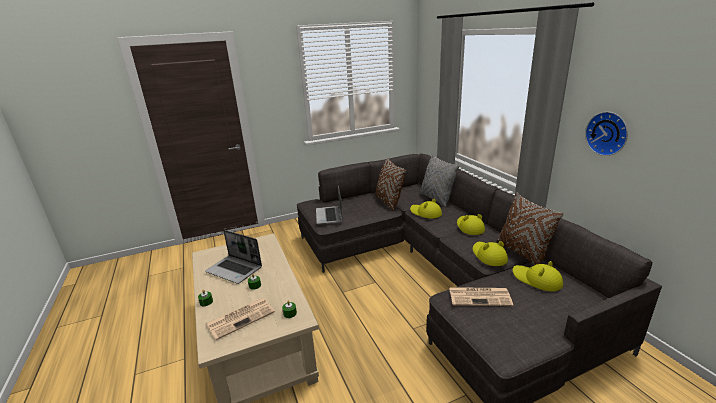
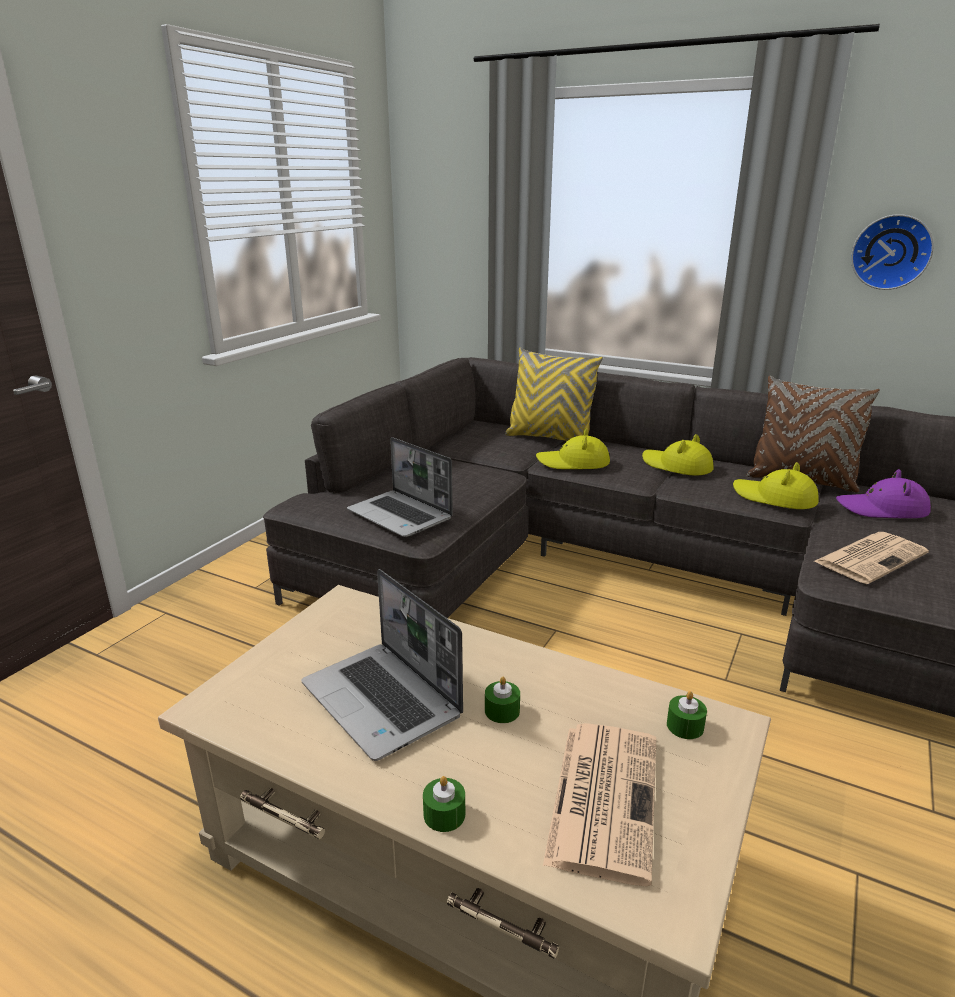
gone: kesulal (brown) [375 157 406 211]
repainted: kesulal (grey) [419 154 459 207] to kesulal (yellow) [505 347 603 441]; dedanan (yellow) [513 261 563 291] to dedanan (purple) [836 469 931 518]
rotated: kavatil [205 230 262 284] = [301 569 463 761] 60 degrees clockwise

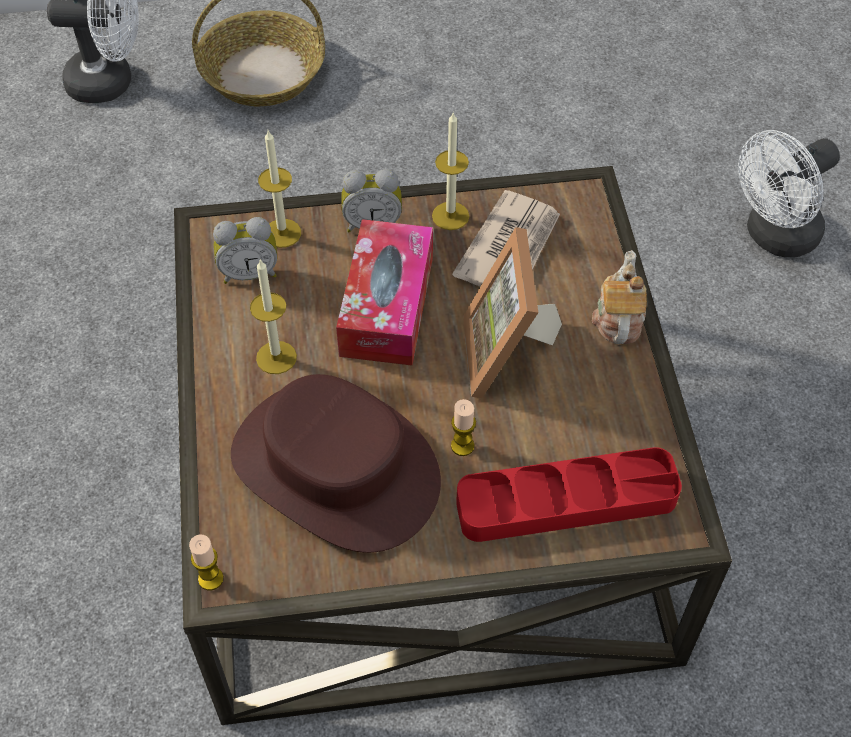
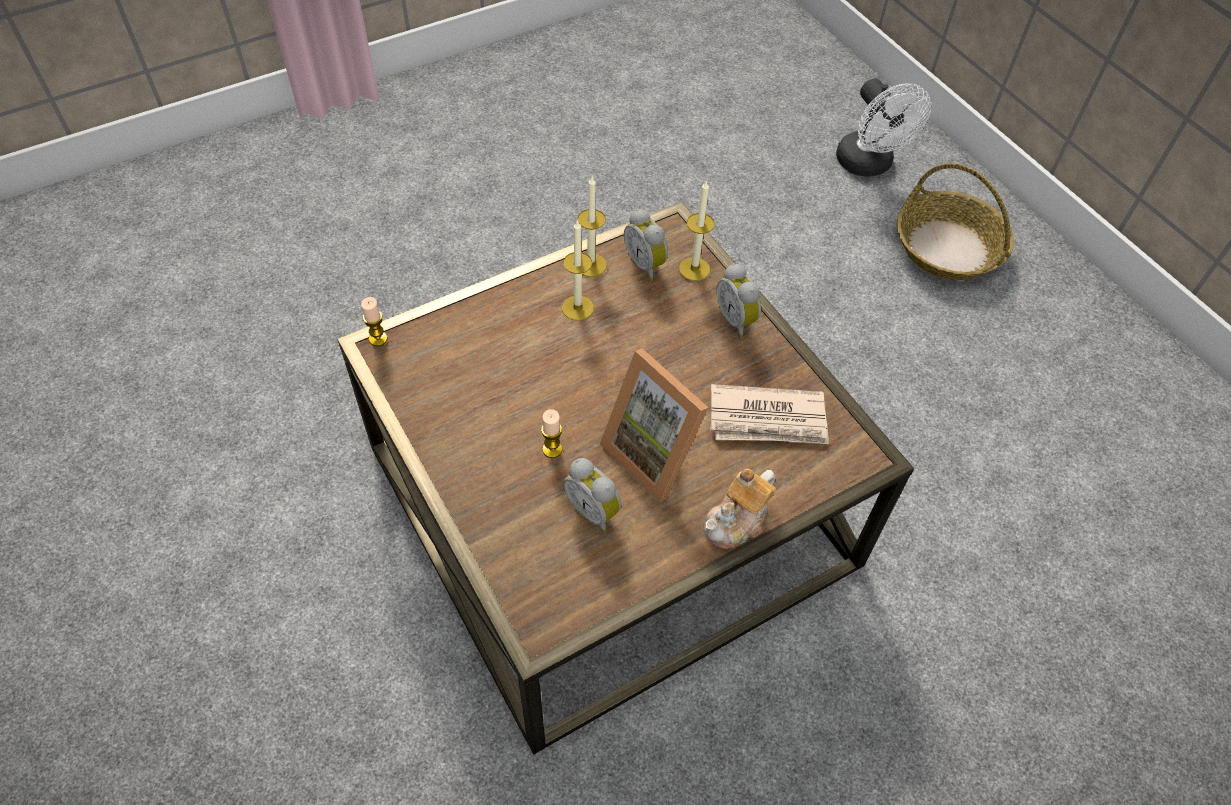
gone: dedanan (brown) [231 374 441 553]; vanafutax [336 219 433 366]; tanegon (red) [456 447 682 542]; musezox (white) [738 130 840 257]
new: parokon [563 458 621 532]
shifted: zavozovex [432 113 469 230] to [578 177 607 277]
rotated: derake [463 227 562 398] = [600 348 708 503] 105 degrees counterclockwise; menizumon [592 250 647 344] = [703 468 776 549] 150 degrees clockwise

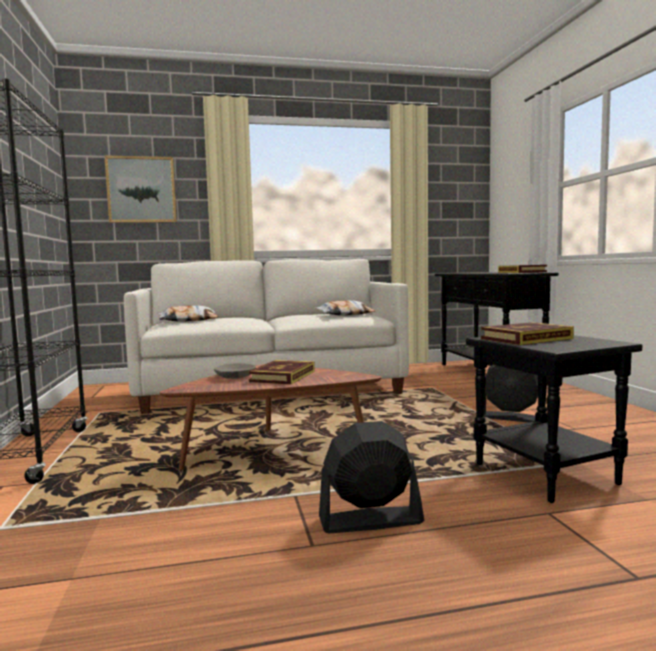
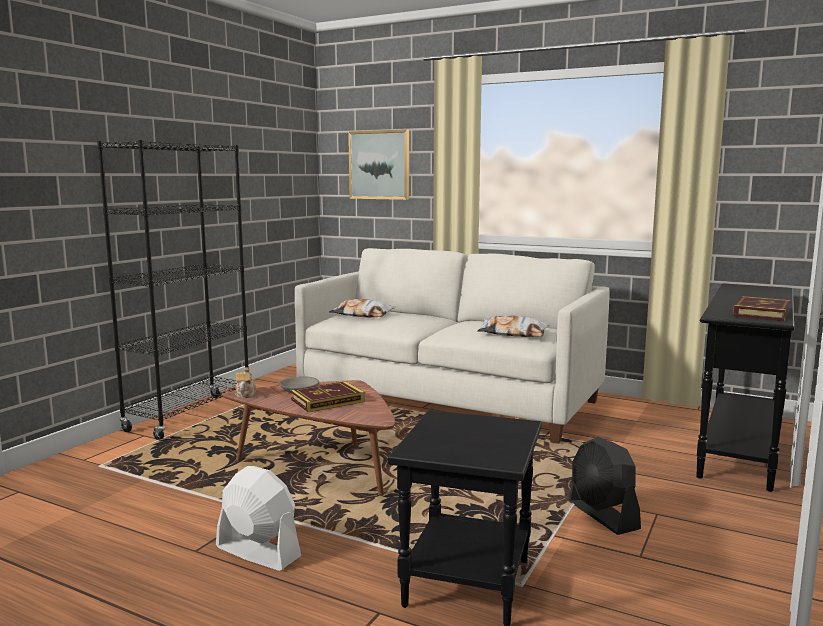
gone: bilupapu [481 322 574 345]
new: menizumon [235 367 256 398]
repainted: musezox (black) [319 421 424 533] to musezox (white) [216 466 302 571]

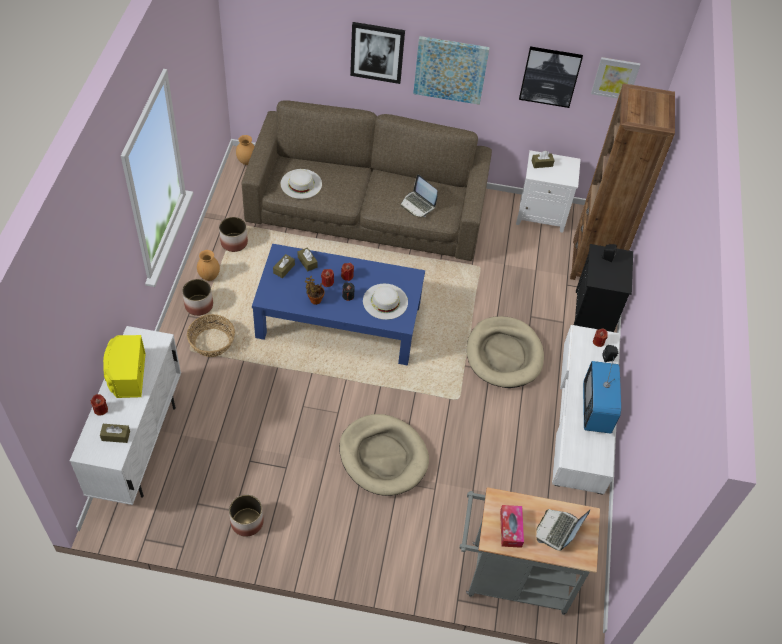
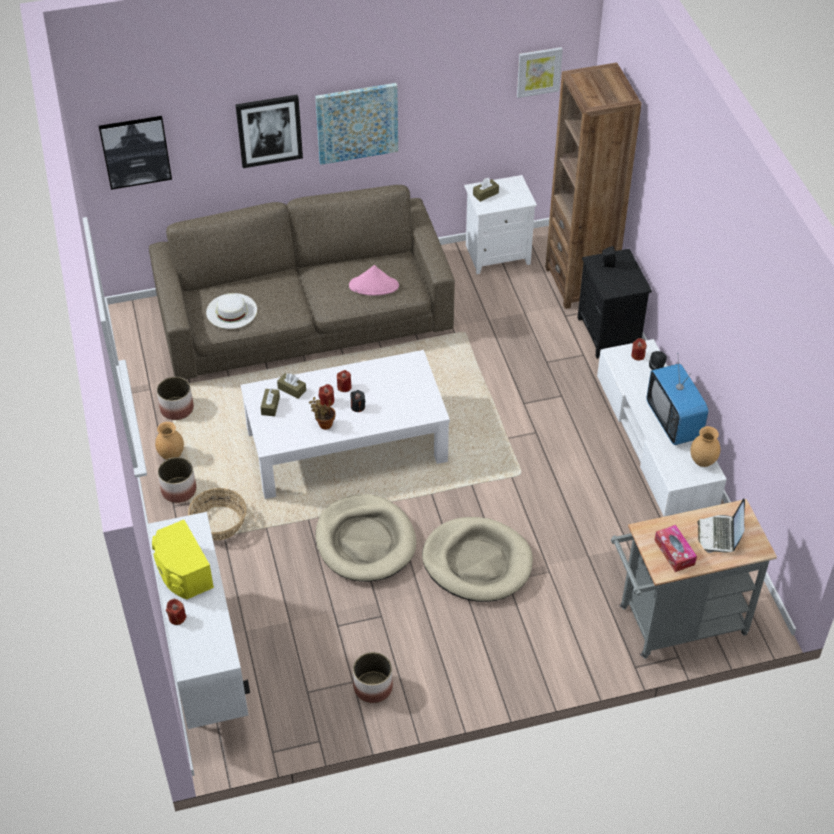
gone: vanafutax (brown) [100 424 130 443]; dedanan (white) [363 284 408 320]
shifted: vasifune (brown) [236 135 255 165] to [690 426 720 467]; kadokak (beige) [467 316 544 388] to [315 494 416 582]; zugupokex [519 46 583 108] to [99 116 172 190]
swapped: kavatil [400 174 438 217] to dedanan (pink) [349 265 399 296]
repainted: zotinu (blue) [252 244 425 366] to zotinu (white) [240 350 450 499]

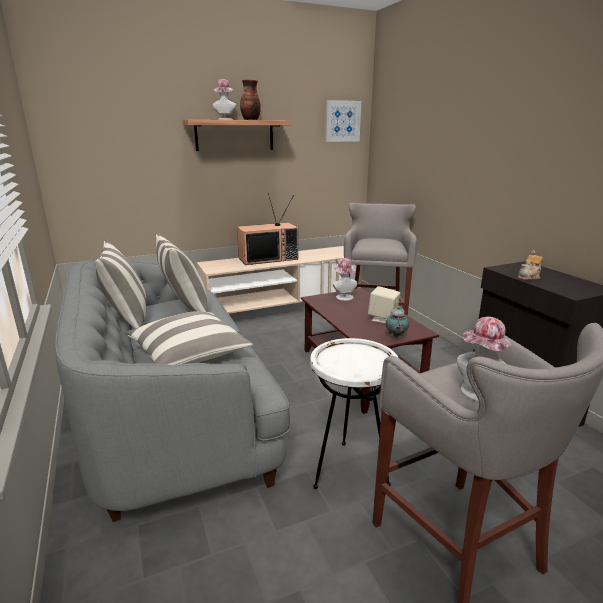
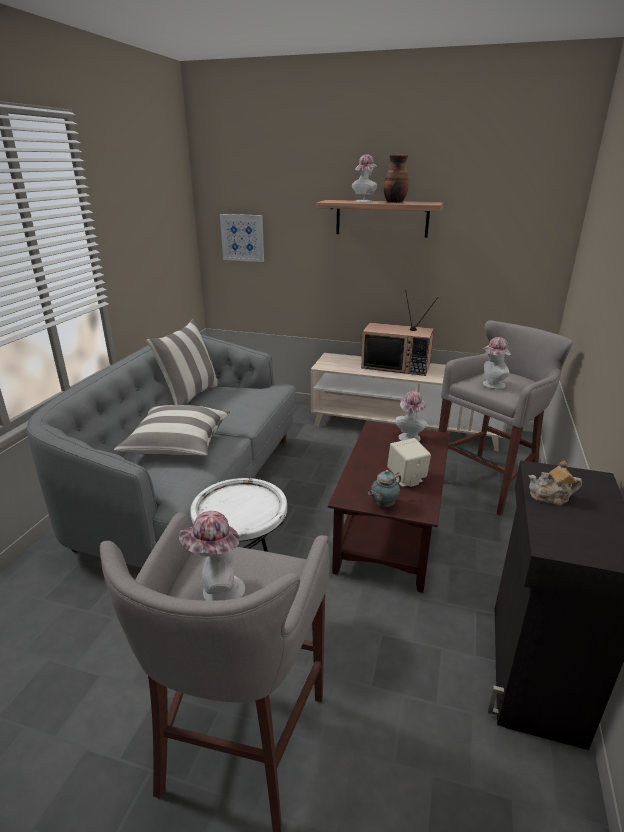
gone: kesulal [155 232 208 312]
new: dedanan [482 337 511 389]
shifted: zugupokex [325 100 361 142] to [220 214 264 262]

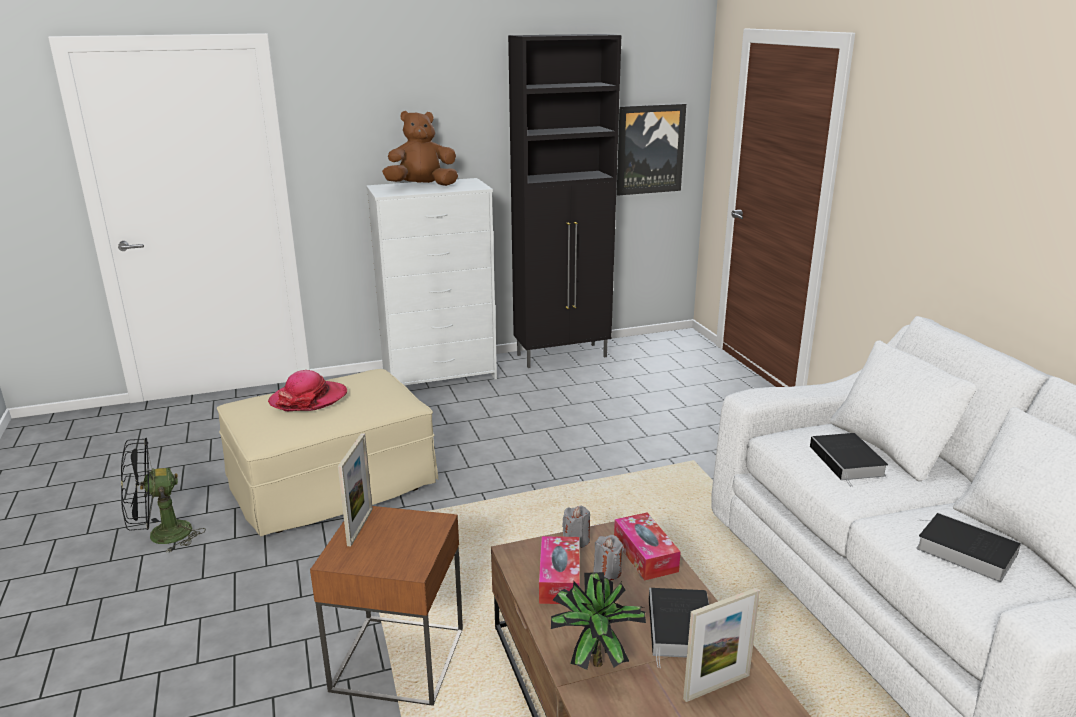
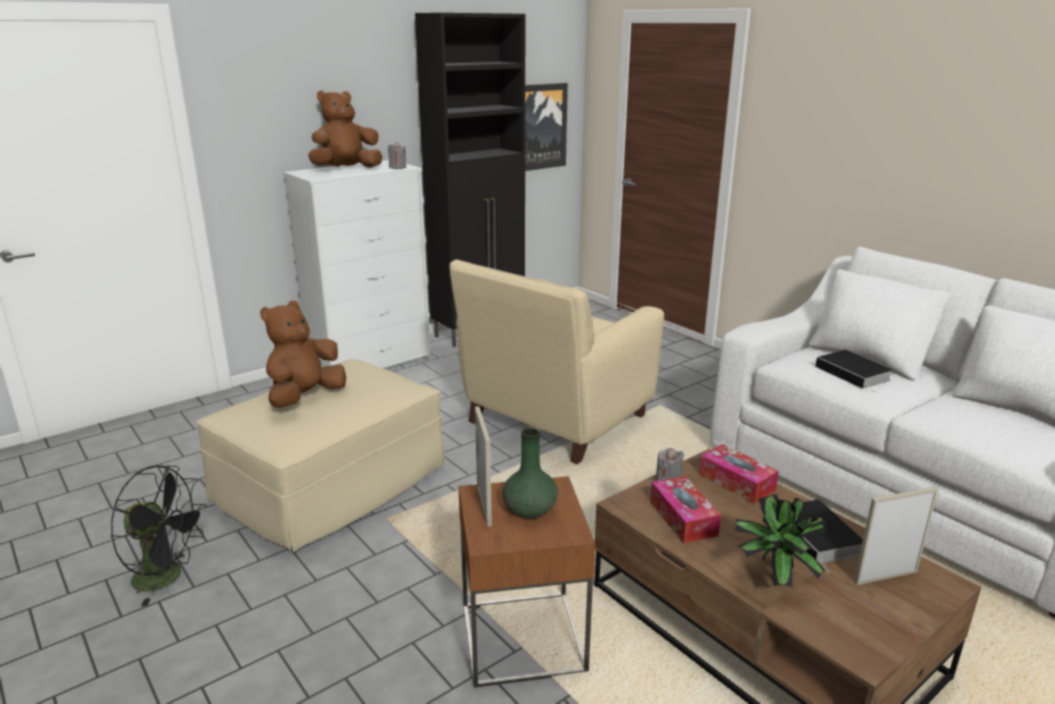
gone: bilupapu [916 513 1021 582]
new: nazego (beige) [450 259 664 464]; vasifune (green) [502 428 558 519]
shifted: zavozovex (grey) [593 535 624 580] to [388 142 406 169]
swapped: dedanan [268 370 347 411] to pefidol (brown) [260 301 346 408]
rotated: musezox (black) [121 438 206 553] = [111 465 207 607] 120 degrees counterclockwise; derake [683 588 760 702] = [854 487 938 585] 150 degrees counterclockwise

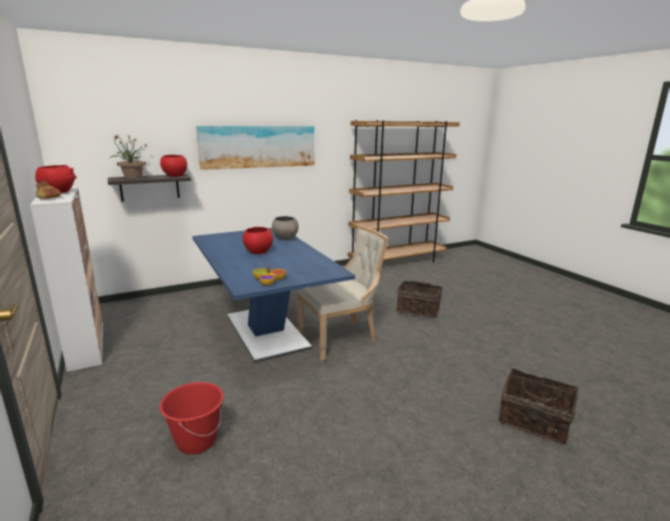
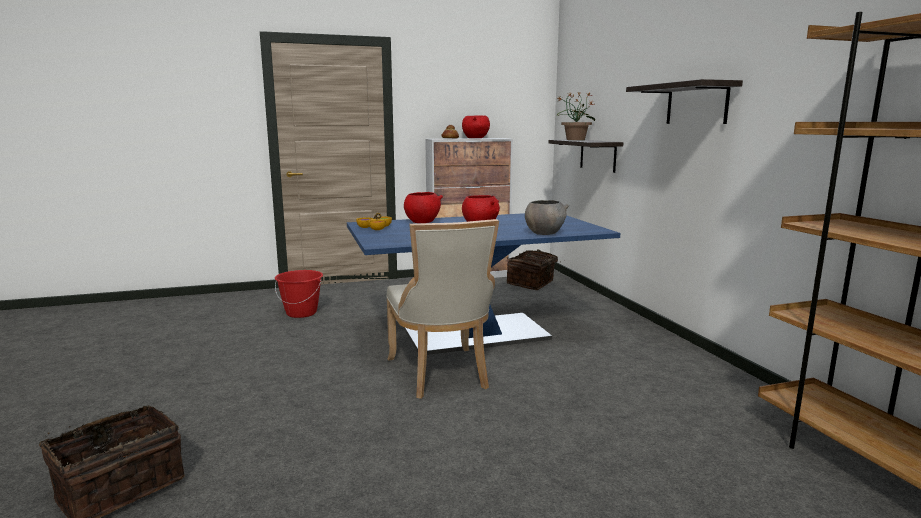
shifted: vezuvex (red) [160 155 187 177] to [404 192 443 223]; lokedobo [396 280 442 318] to [507 249 565 290]
swapped: zugupokex [196 126 314 170] to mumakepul [626 79 743 124]

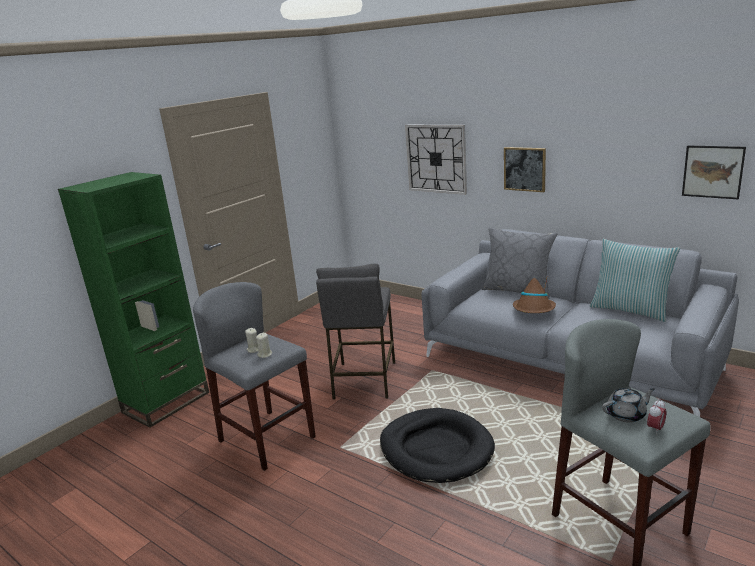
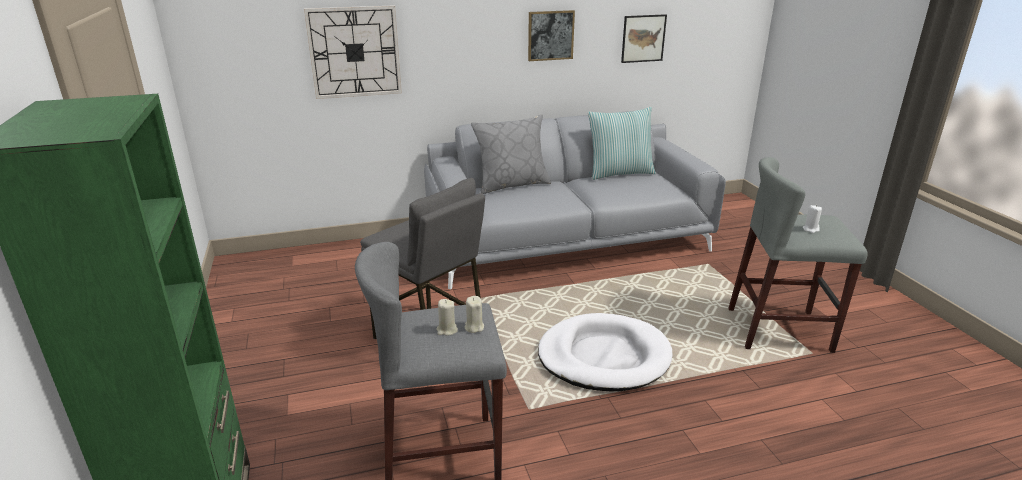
gone: dedanan (brown) [513 278 556 313]; parokon [647 399 666 435]
shifted: zugupokex [504 147 546 192] to [528 10 575 61]
swapped: menizumon (grey) [602 388 655 423] to zavozovex (white) [803 205 822 233]
repainted: kadokak (black) [380 408 495 483] to kadokak (white) [538 313 672 392]

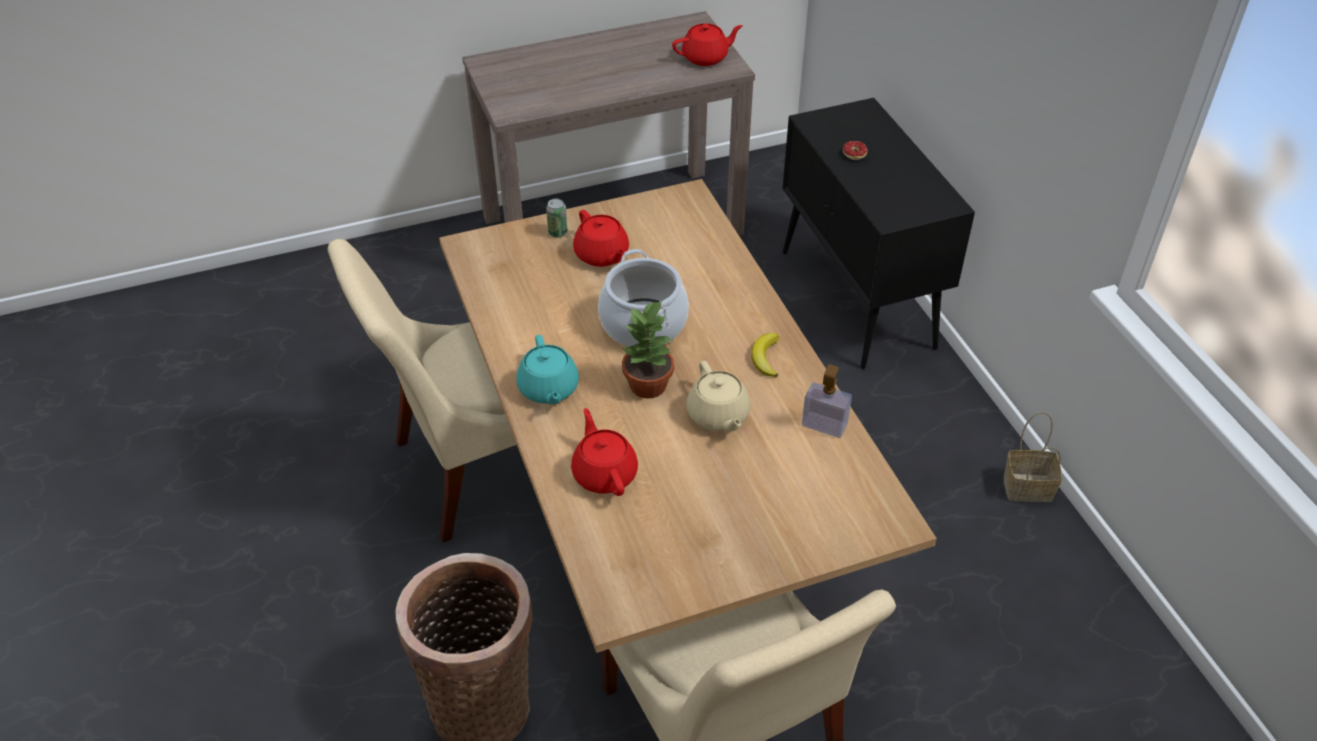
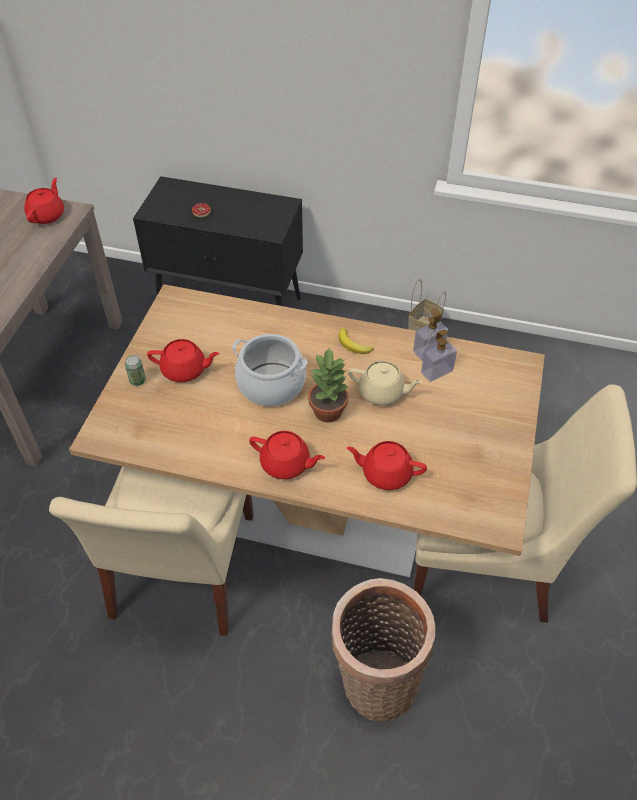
new: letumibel [421 329 457 382]
repainted: menizumon (turquoise) [516 335 579 404] to menizumon (red) [249 431 325 479]

